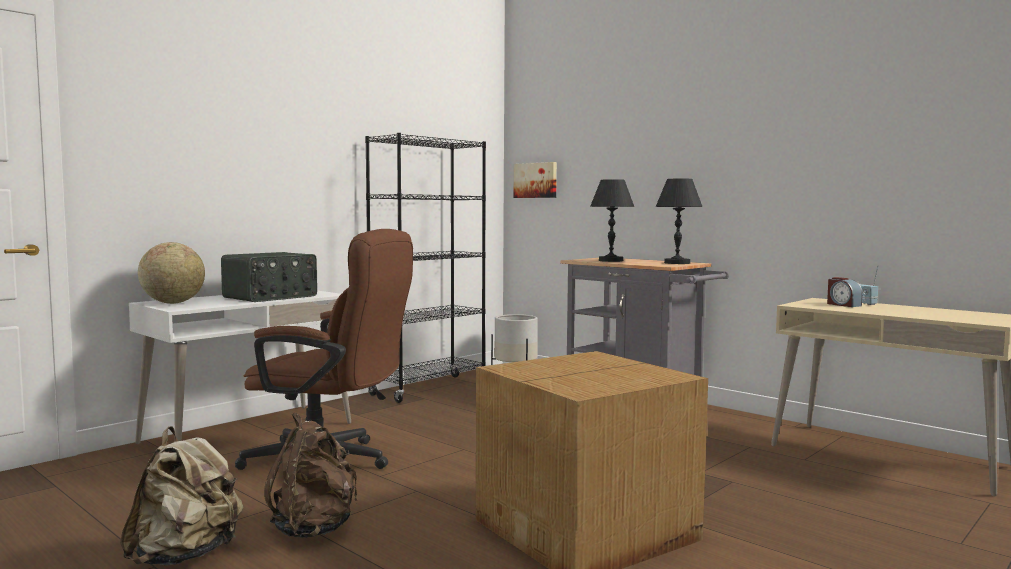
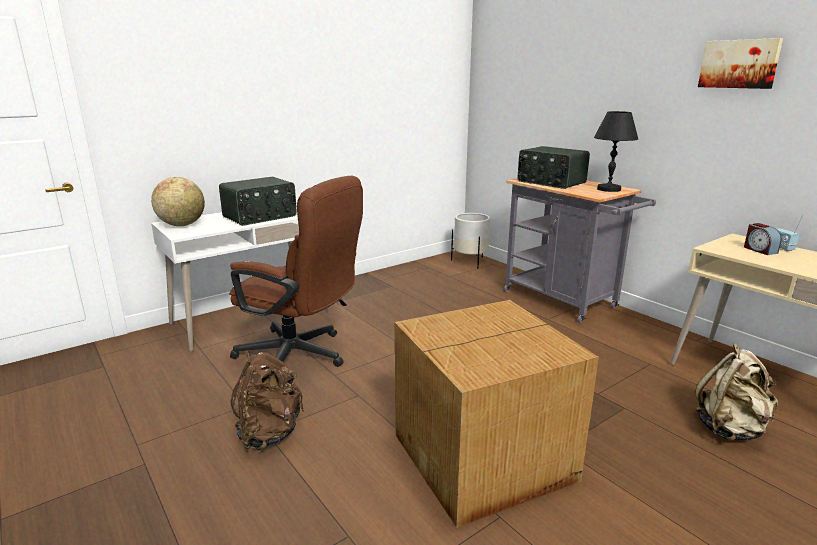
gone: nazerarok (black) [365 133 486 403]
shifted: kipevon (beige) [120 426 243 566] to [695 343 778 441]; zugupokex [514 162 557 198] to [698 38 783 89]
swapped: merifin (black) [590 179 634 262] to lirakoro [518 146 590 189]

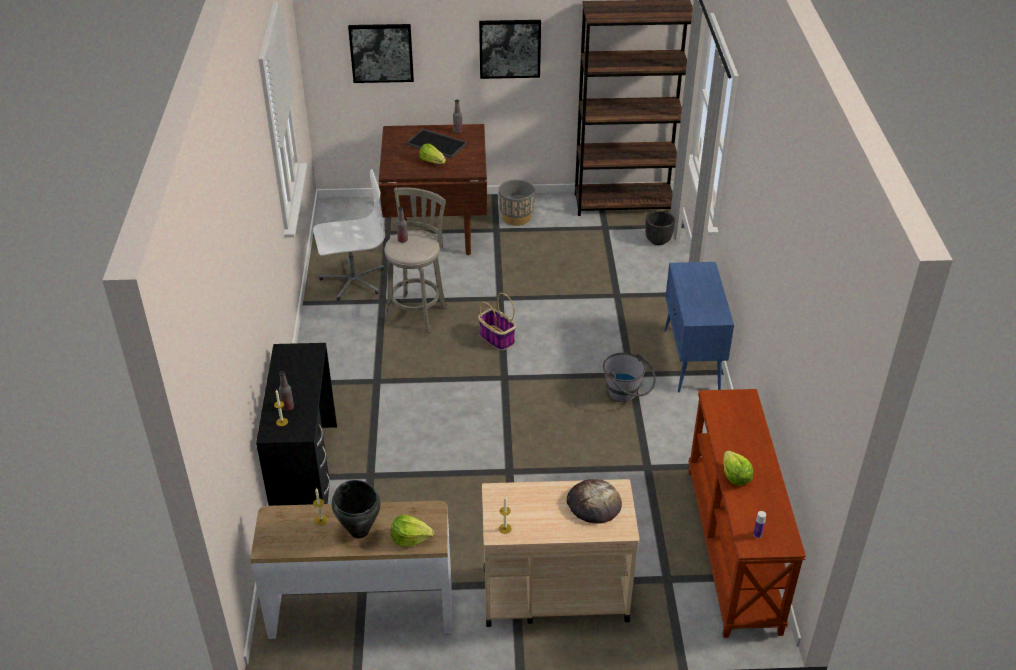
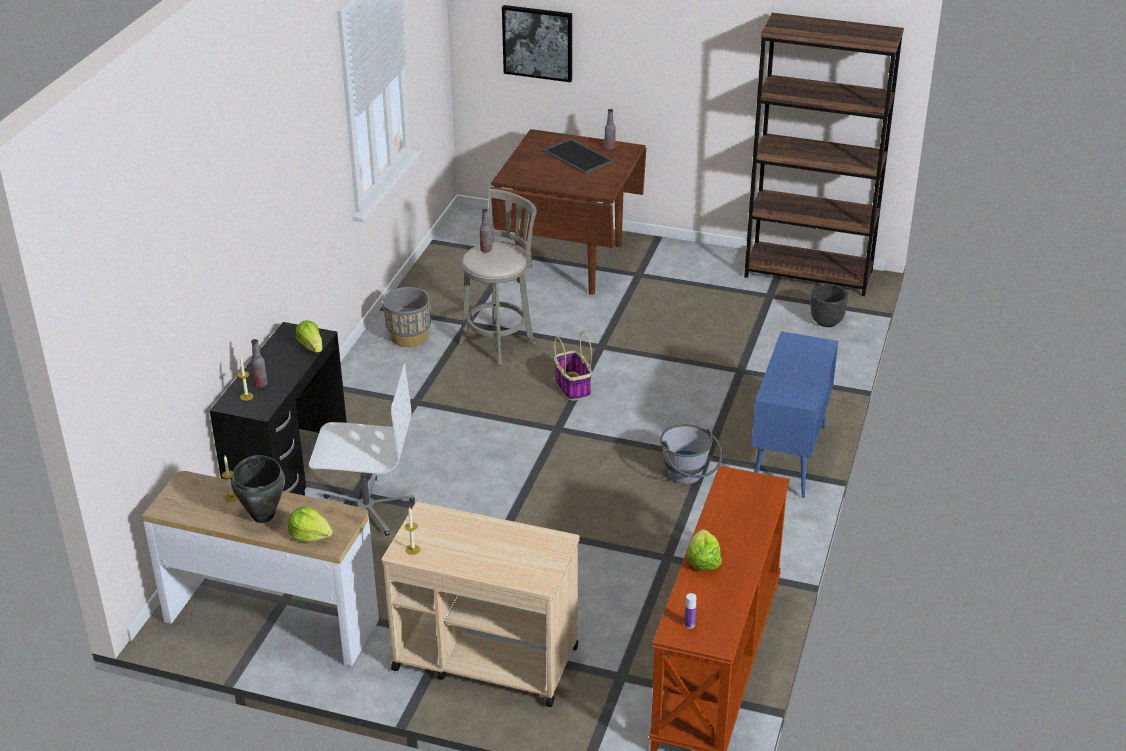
gone: zugupokex [479 20 541 79]; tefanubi [567 479 622 524]
shifted: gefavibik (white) [313 169 385 300] to [309 363 415 536]; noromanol [419 143 446 164] to [296 320 322 353]; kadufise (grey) [499 179 535 226] to [383 287 431 347]

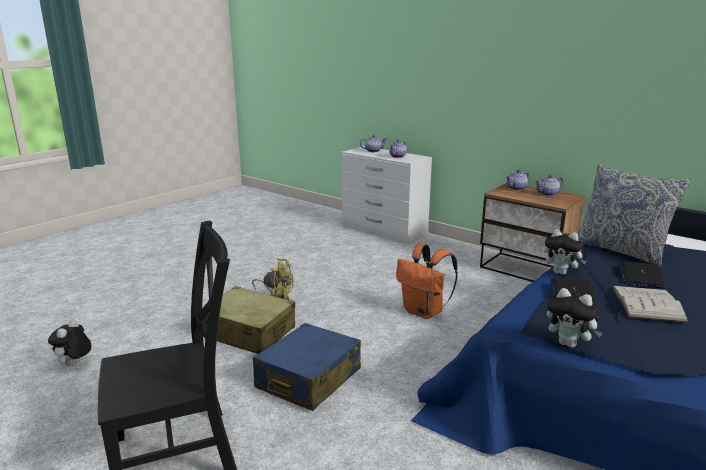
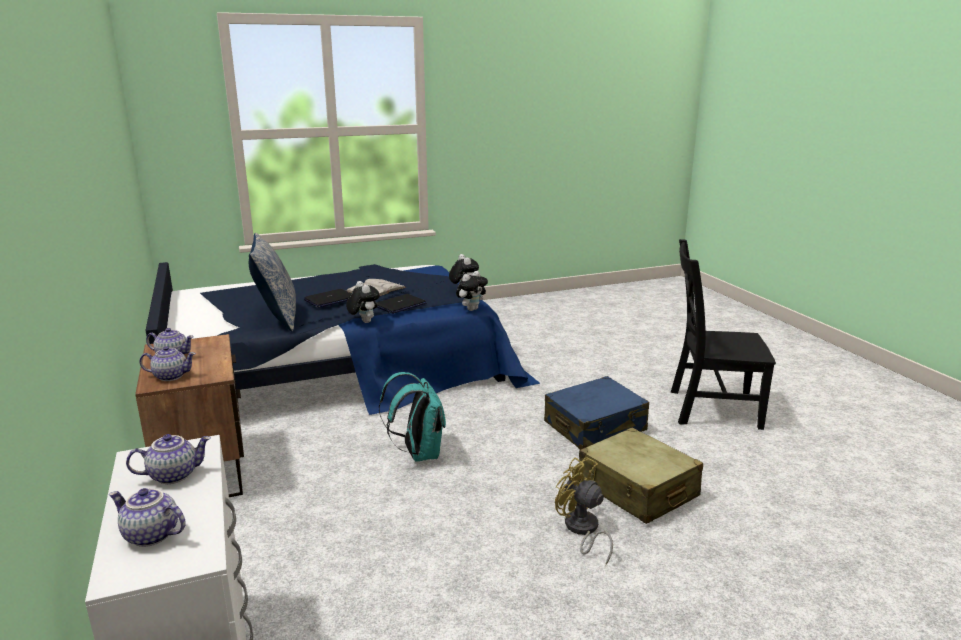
shifted: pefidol [48 320 91 366] to [456 271 488 311]
repainted: kipevon (orange) [396 244 458 319] to kipevon (turquoise) [379 372 446 462]

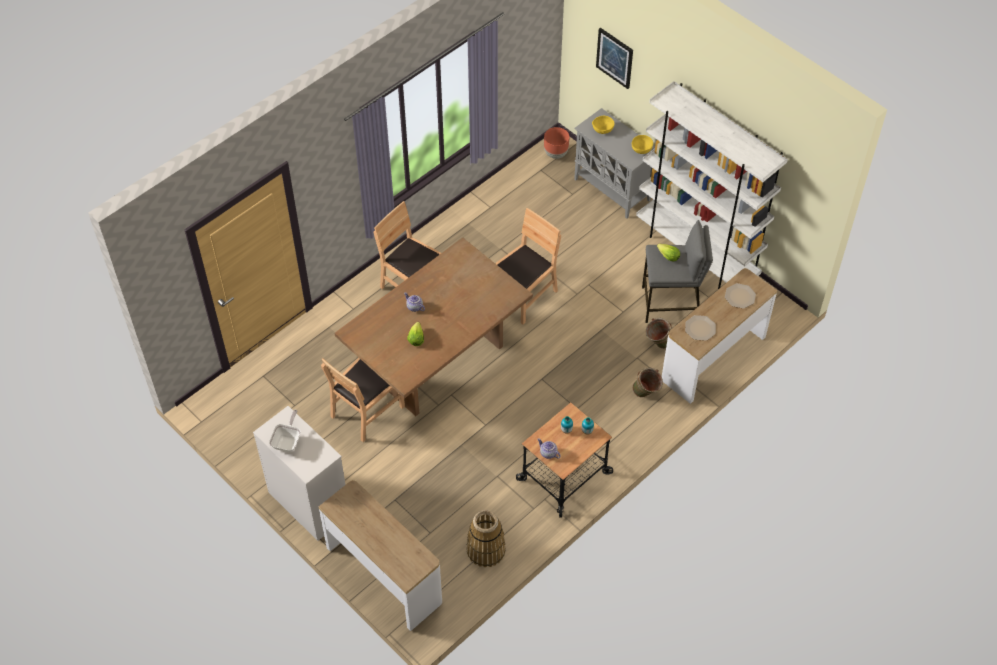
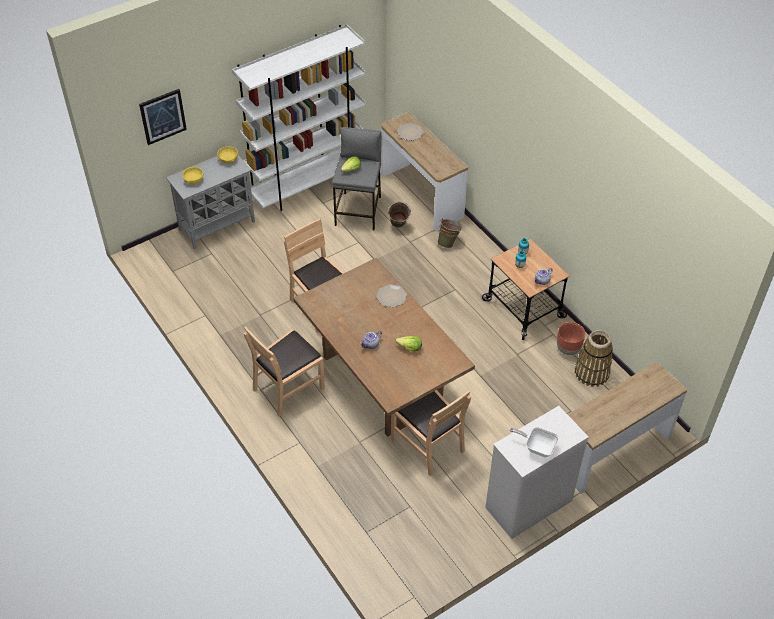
shifted: kadufise (brown) [544 127 569 159] to [557 322 585 355]; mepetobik [685 315 716 341] to [376 284 407 307]

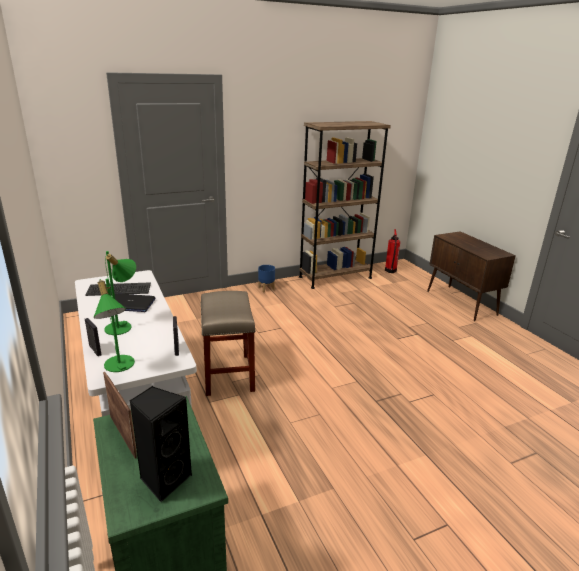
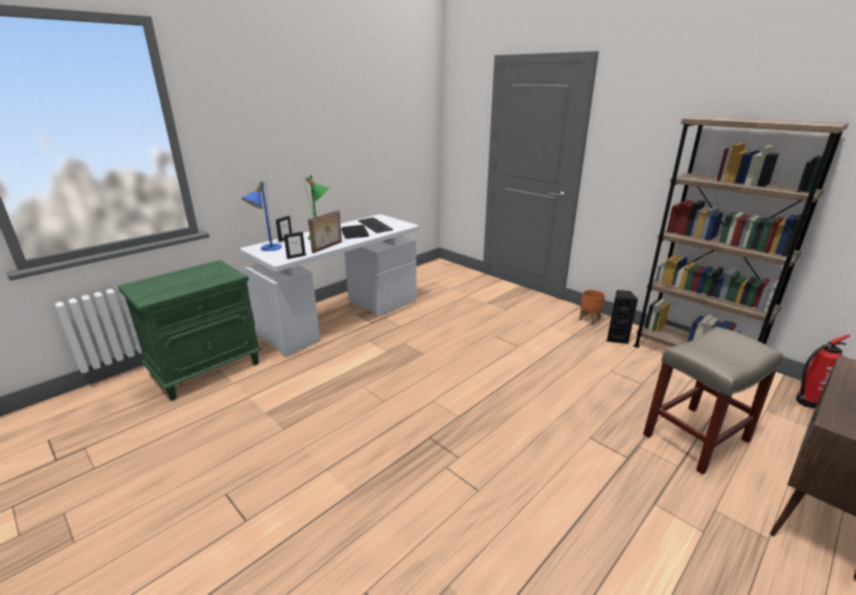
shifted: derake [103 372 137 458] to [308 210 342 253]; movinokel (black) [129 386 192 502] to [607 290 638 344]; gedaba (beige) [201 291 256 396] to [643 326 783 475]
repainted: merifin (green) [94 279 135 372] to merifin (blue) [242 181 282 251]; kadufise (blue) [258 265 275 292] to kadufise (orange) [579 290 605 324]

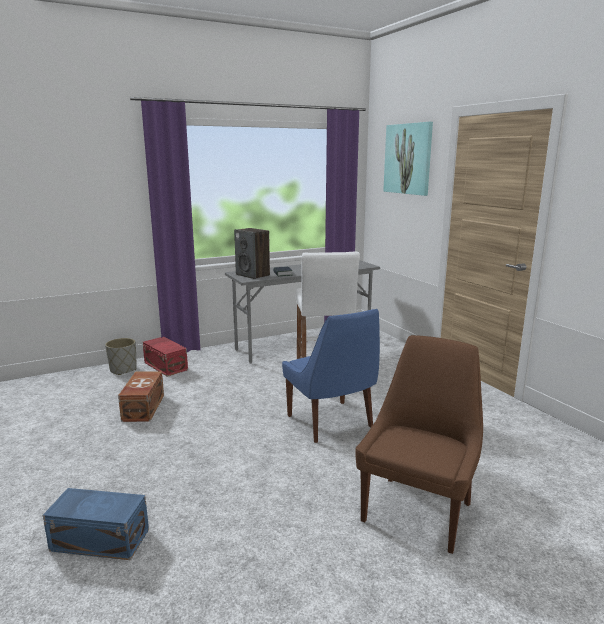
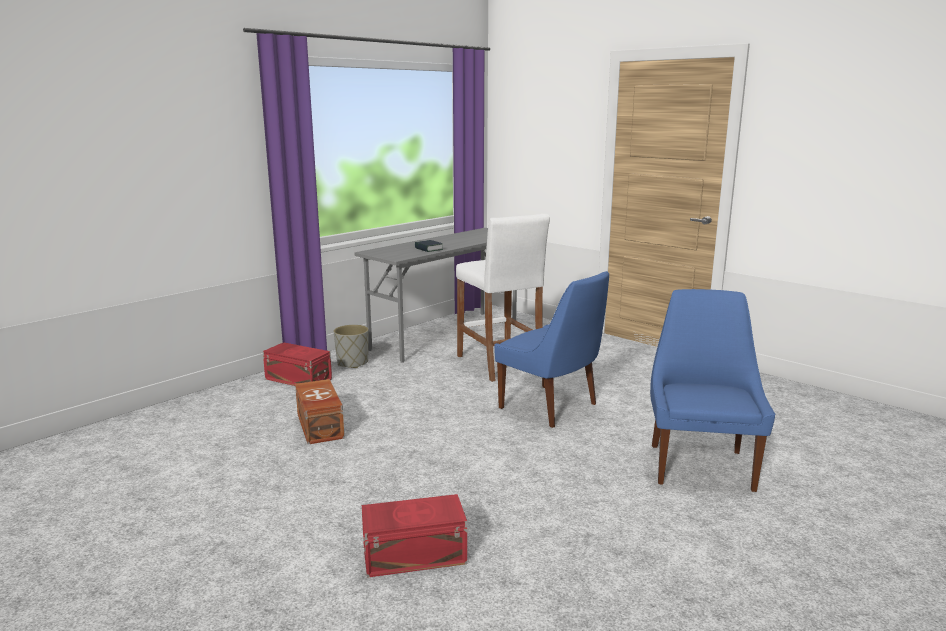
gone: movinokel [234 228 270 279]; zugupokex [383 122 433 196]
shifted: kadufise (grey) [105 338 137 375] to [334 325 369 368]
repainted: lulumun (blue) [43 488 149 560] to lulumun (red) [362 494 467 578]; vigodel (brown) [355 335 483 554] to vigodel (blue) [650 289 775 492]

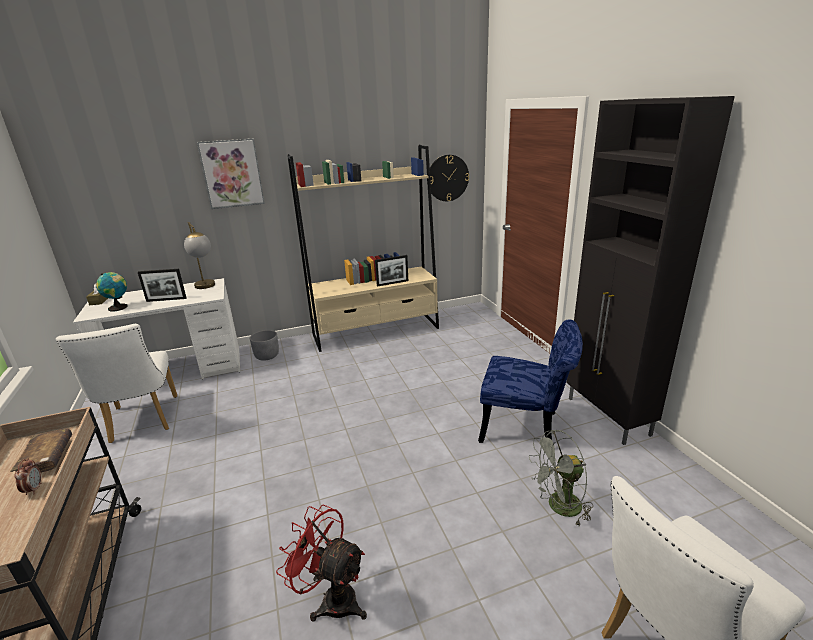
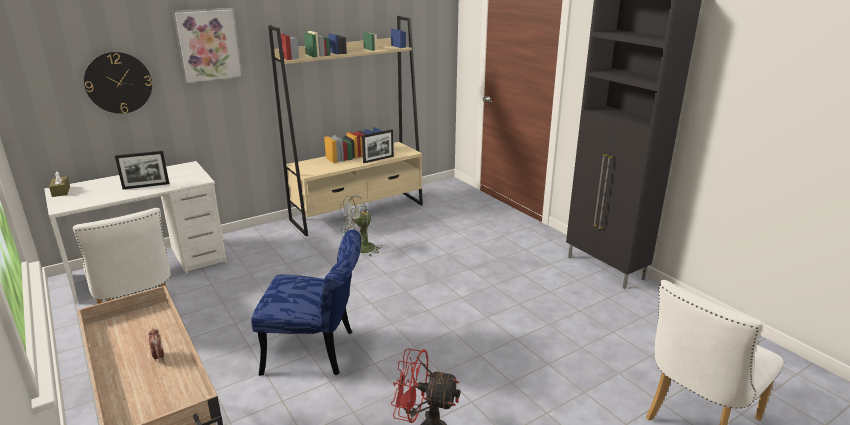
gone: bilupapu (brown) [10 428 72 473]; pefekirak [96 272 128 311]; merifin [184 222 215 289]; kadufise (grey) [250 330 279 361]
shifted: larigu [427 155 469 201] to [84 52 152 114]; vigodel (blue) [478 319 583 443] to [251 229 361 376]; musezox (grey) [529 430 593 527] to [338 195 383 257]

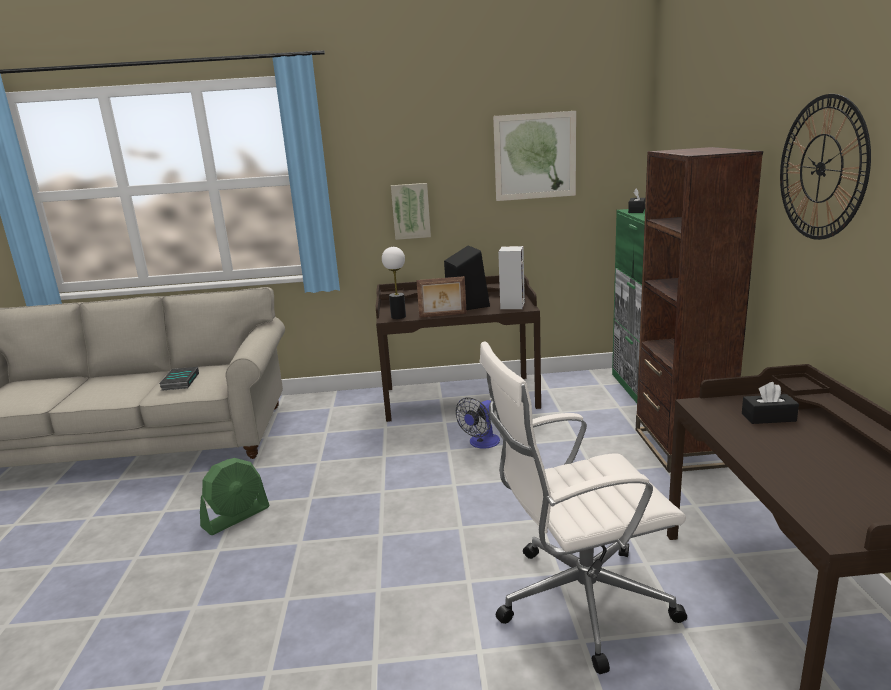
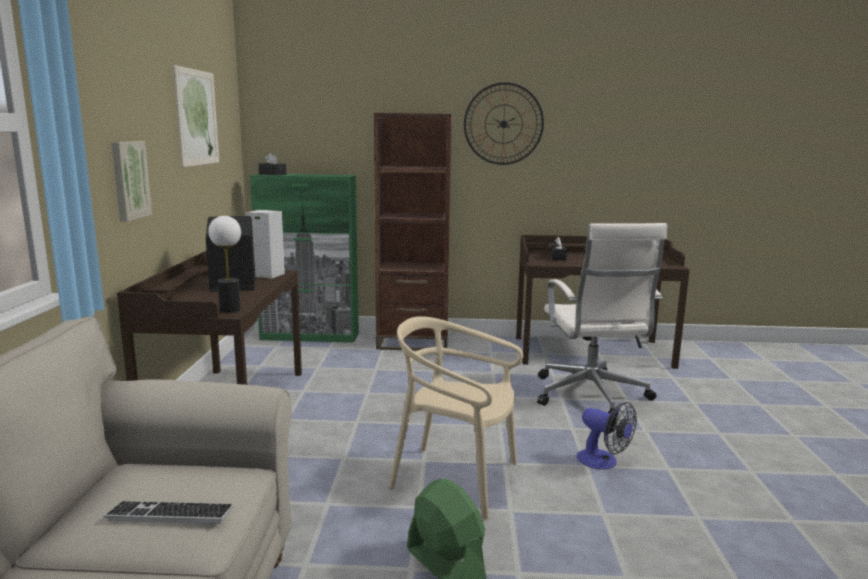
gone: derake [416 276 467 318]
new: vigodel (beige) [388 316 523 519]
shifted: musezox [456 397 500 449] to [577 402 637 469]
swapped: bilupapu [159 367 199 391] to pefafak [104 501 234 524]

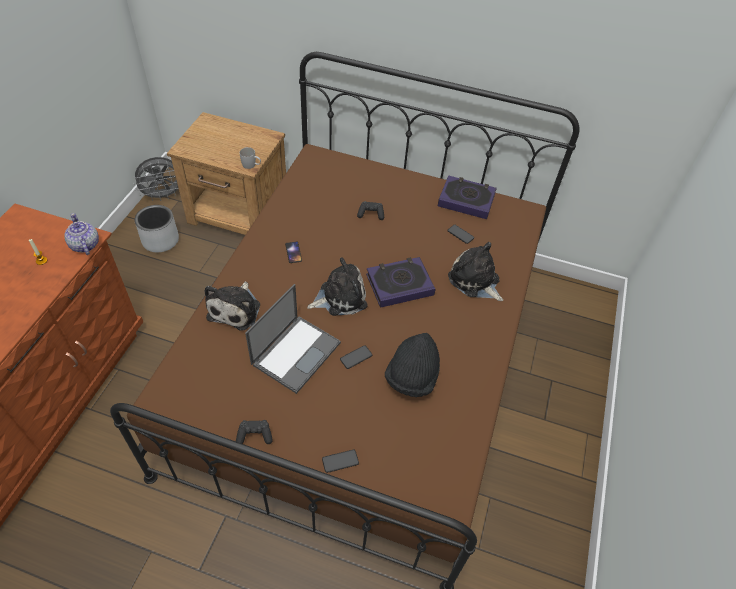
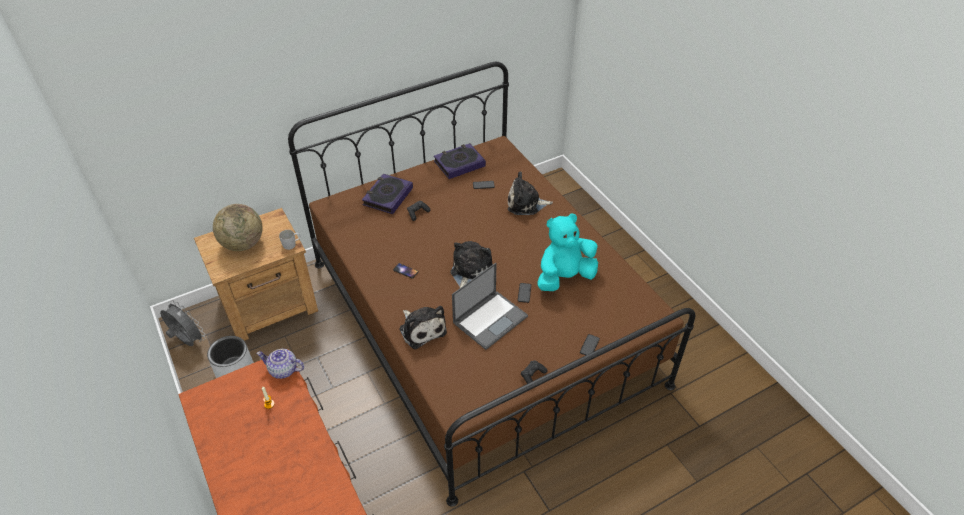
new: pefekirak [213 204 263 251]
shifted: bilupapu [366 257 435 308] to [362 174 413 214]
swapped: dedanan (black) [385 333 440 397] to pefidol (turquoise) [538 213 598 291]
rotated: musezox (grey) [133 157 178 201] = [160 300 206 346] 75 degrees counterclockwise; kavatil [245 284 341 394] = [452 263 528 350] 60 degrees clockwise

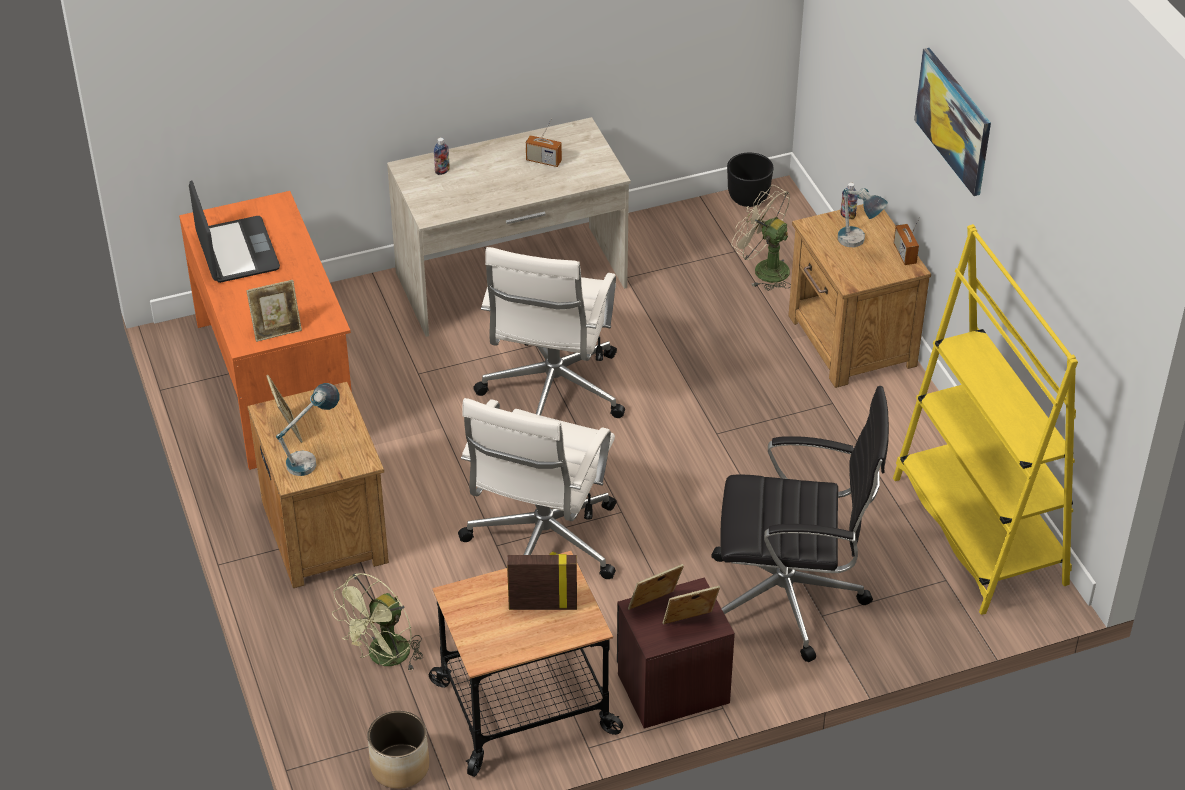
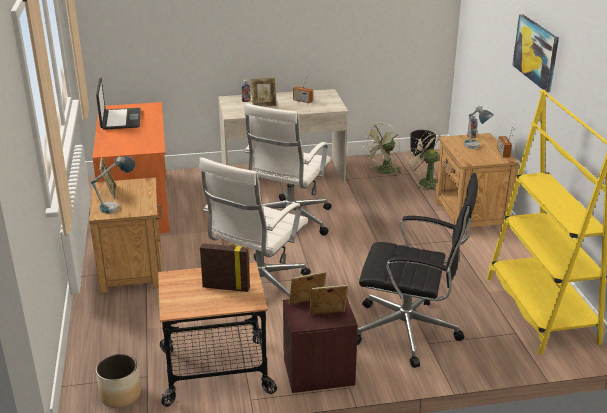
shifted: derake [246 280 302 342] to [251 78 277 107]; musezox (green) [332 573 423 671] to [365 123 402 176]

